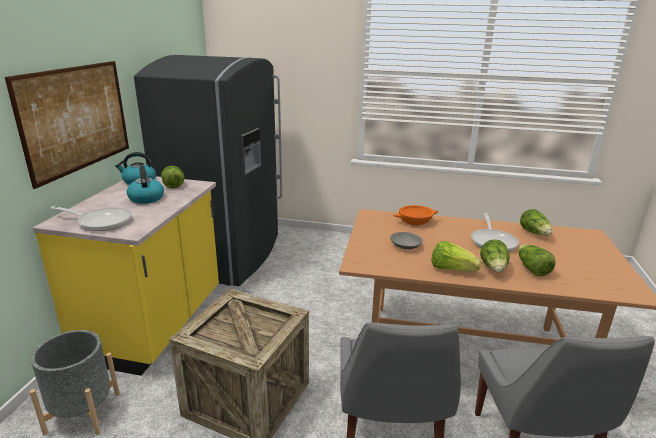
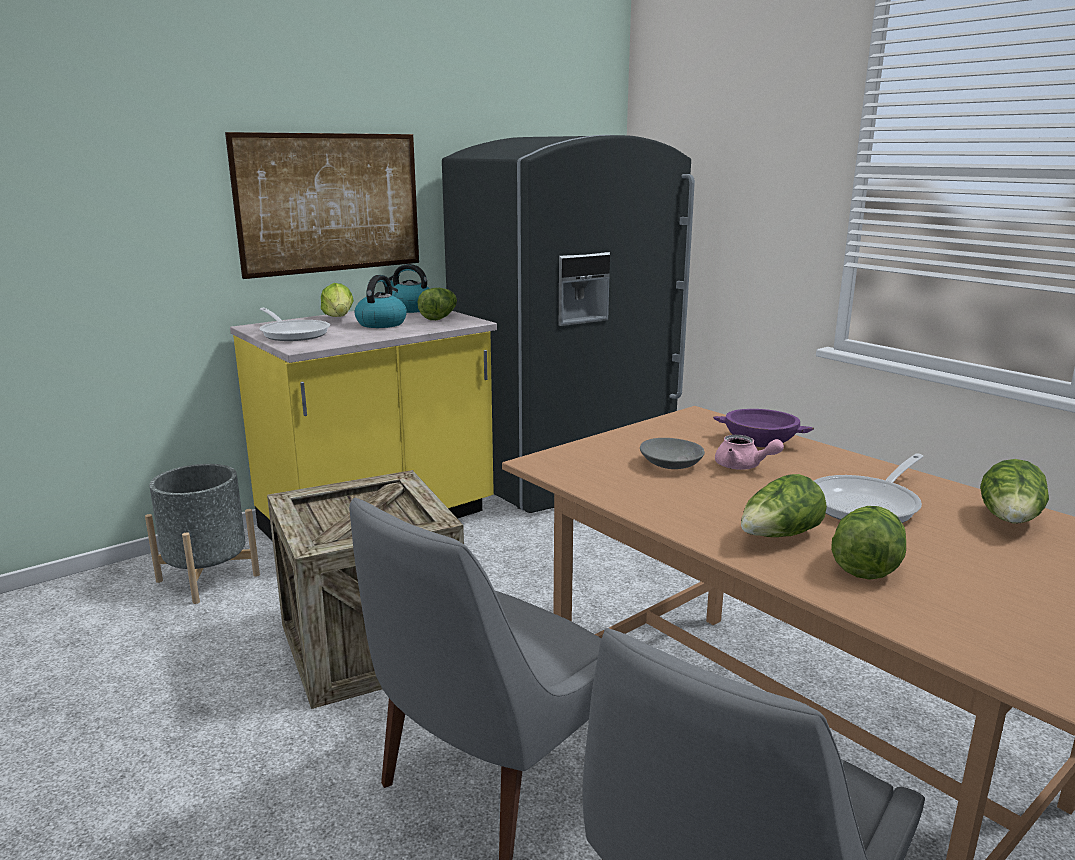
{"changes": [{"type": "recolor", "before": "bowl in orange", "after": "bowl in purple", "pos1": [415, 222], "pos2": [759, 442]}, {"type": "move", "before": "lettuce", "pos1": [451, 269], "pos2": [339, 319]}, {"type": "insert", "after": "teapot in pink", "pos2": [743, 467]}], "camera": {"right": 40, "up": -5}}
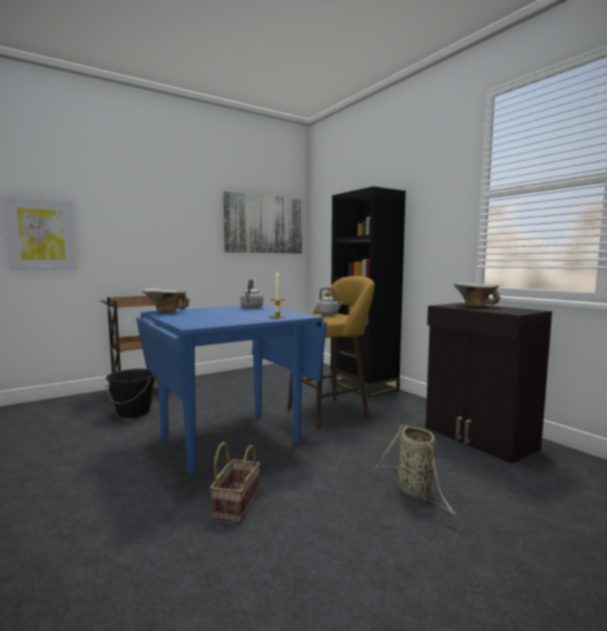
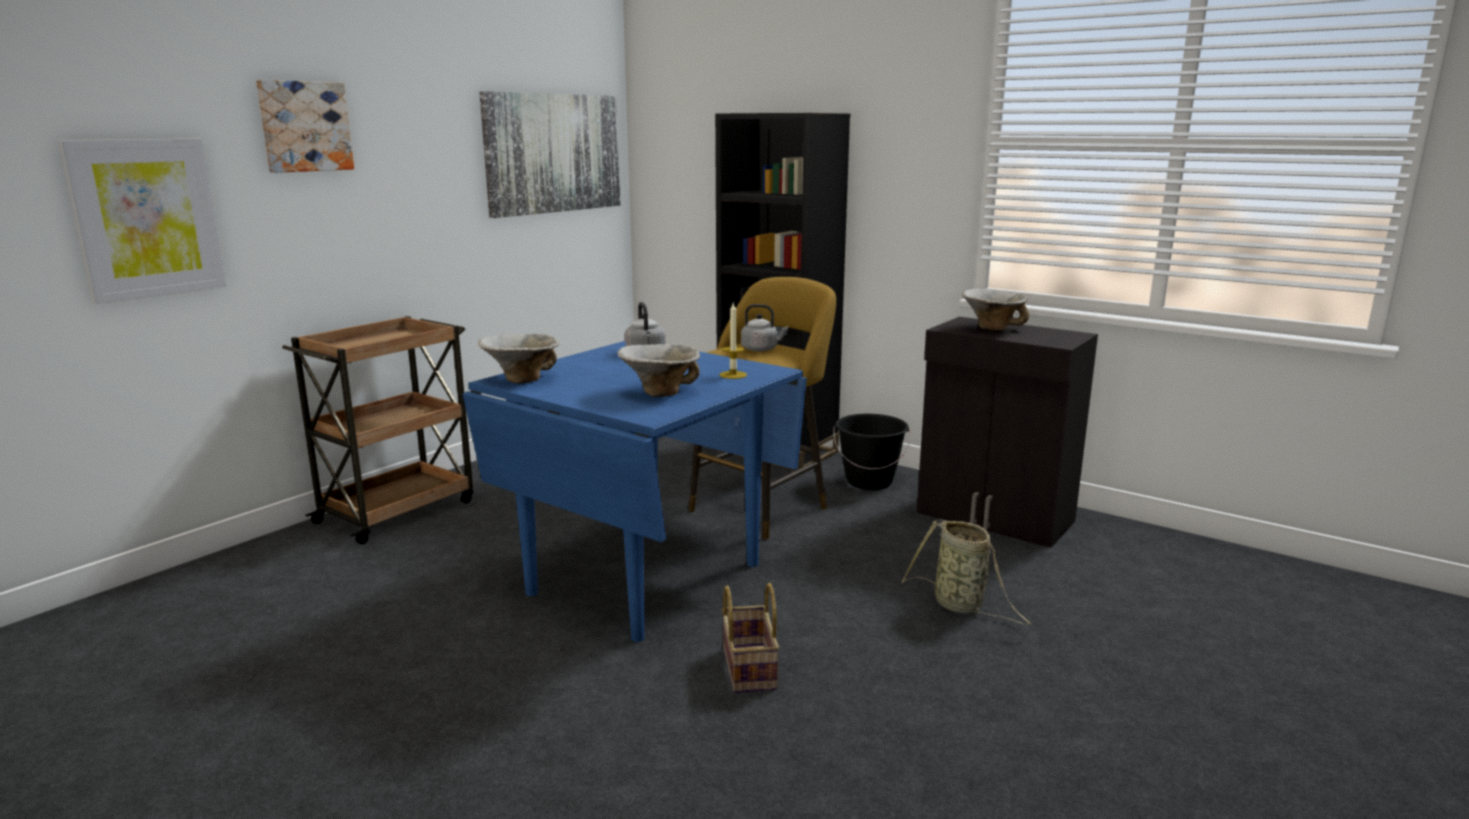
{"changes": [{"type": "move", "before": "bucket in black", "pos1": [134, 412], "pos2": [869, 481]}, {"type": "insert", "after": "picture", "pos2": [304, 126]}, {"type": "insert", "after": "bowl", "pos2": [660, 392]}], "camera": {"right": -20, "up": 10}}
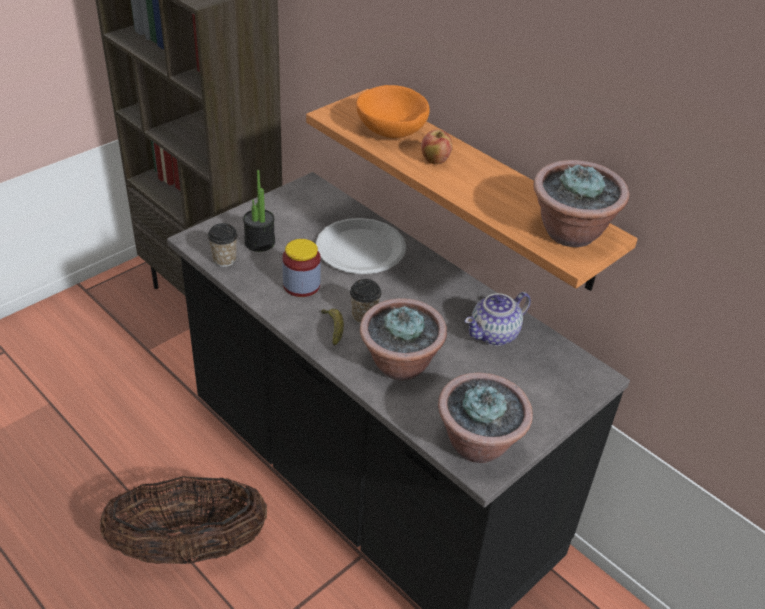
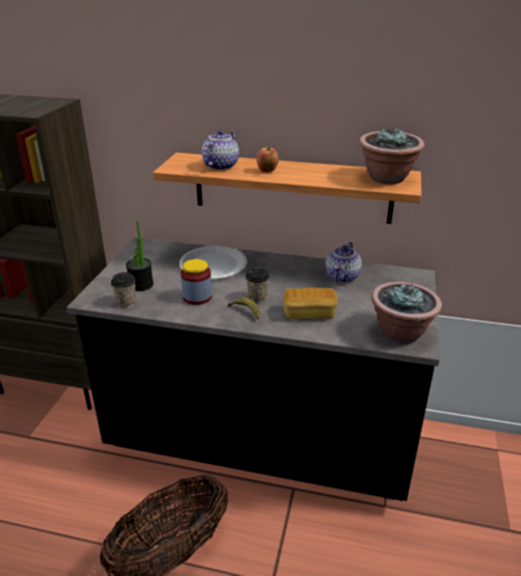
{"changes": [{"type": "replace", "before": "bowl in orange", "after": "teapot", "pos1": [390, 131], "pos2": [220, 166]}, {"type": "replace", "before": "potted plant", "after": "bread", "pos1": [400, 365], "pos2": [309, 313]}], "camera": {"right": -30, "up": -10}}
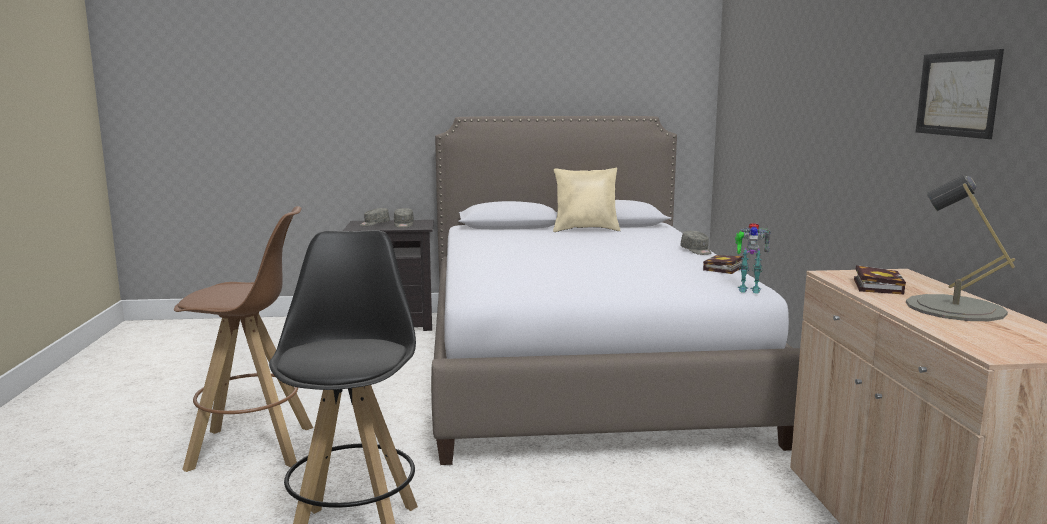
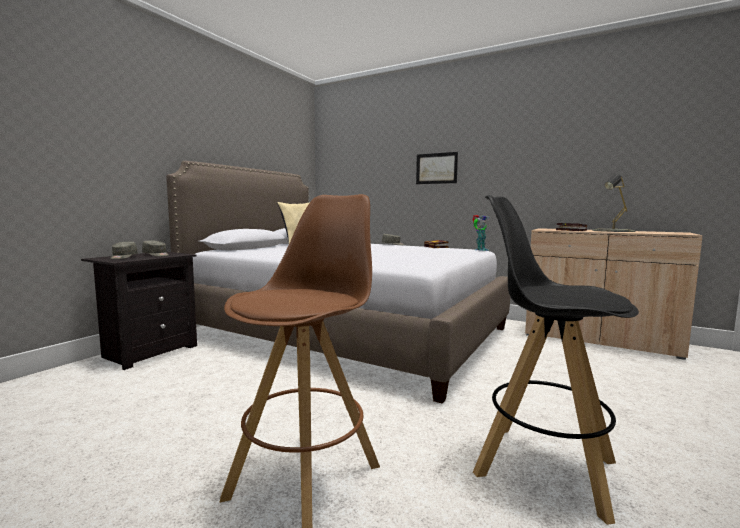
{"changes": [{"type": "move", "before": "picture", "pos1": [957, 94], "pos2": [436, 168]}], "camera": {"right": -55, "up": -5}}
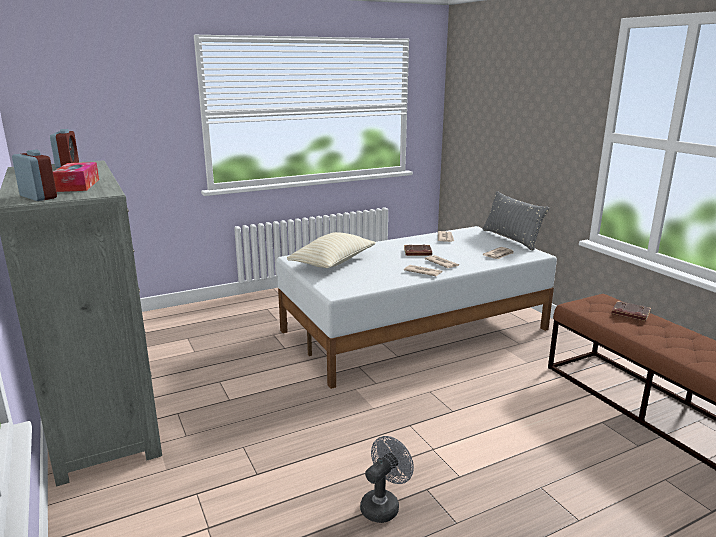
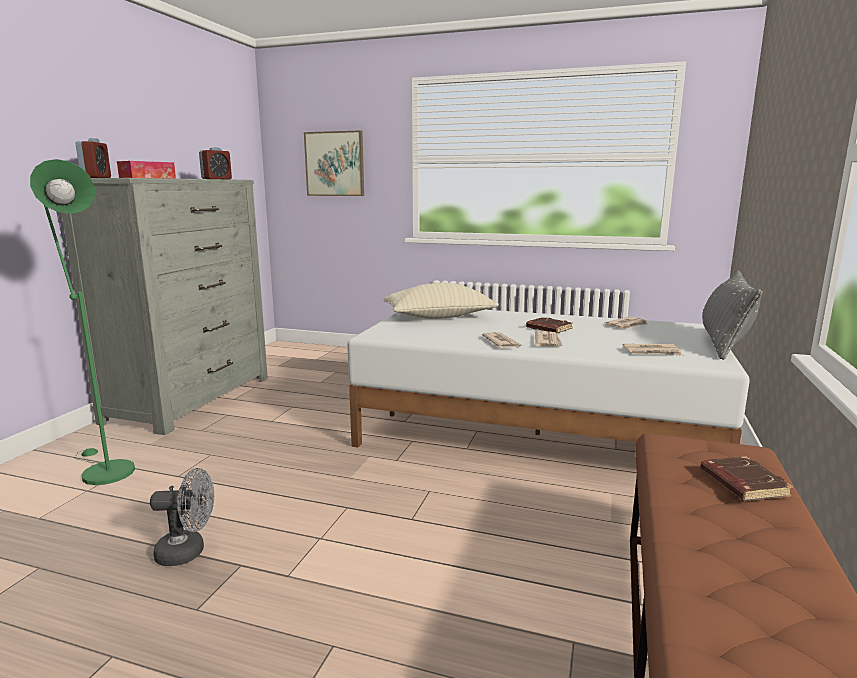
{"changes": [{"type": "insert", "after": "picture", "pos2": [335, 164]}, {"type": "insert", "after": "floor lamp in green", "pos2": [103, 470]}], "camera": {"right": 45, "up": -5}}
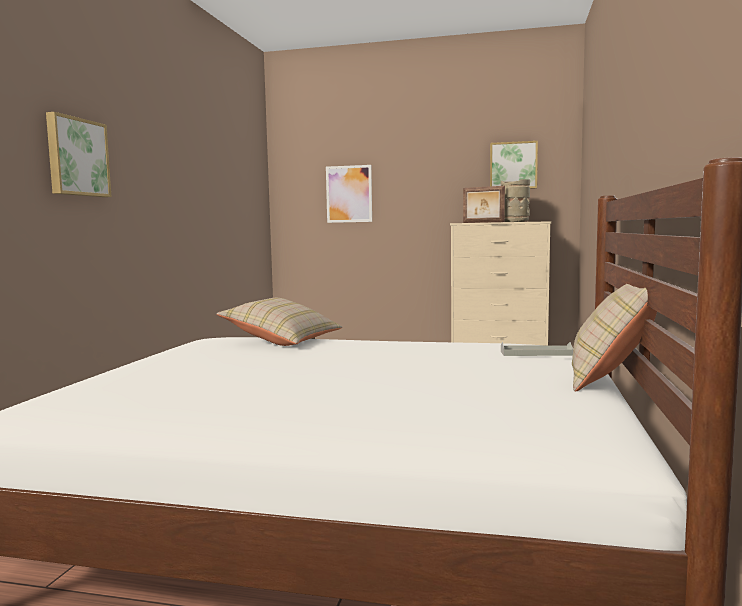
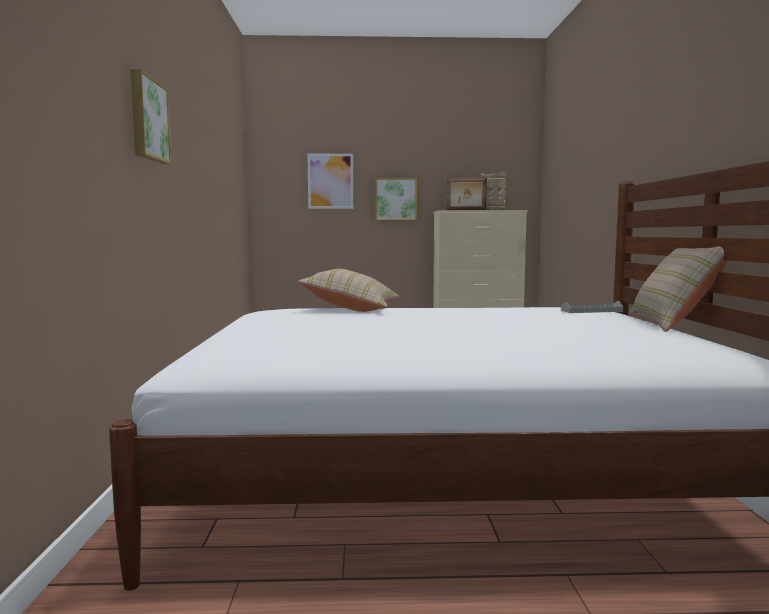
{"changes": [{"type": "move", "before": "picture", "pos1": [513, 165], "pos2": [395, 199]}], "camera": {"right": -15, "up": 0}}
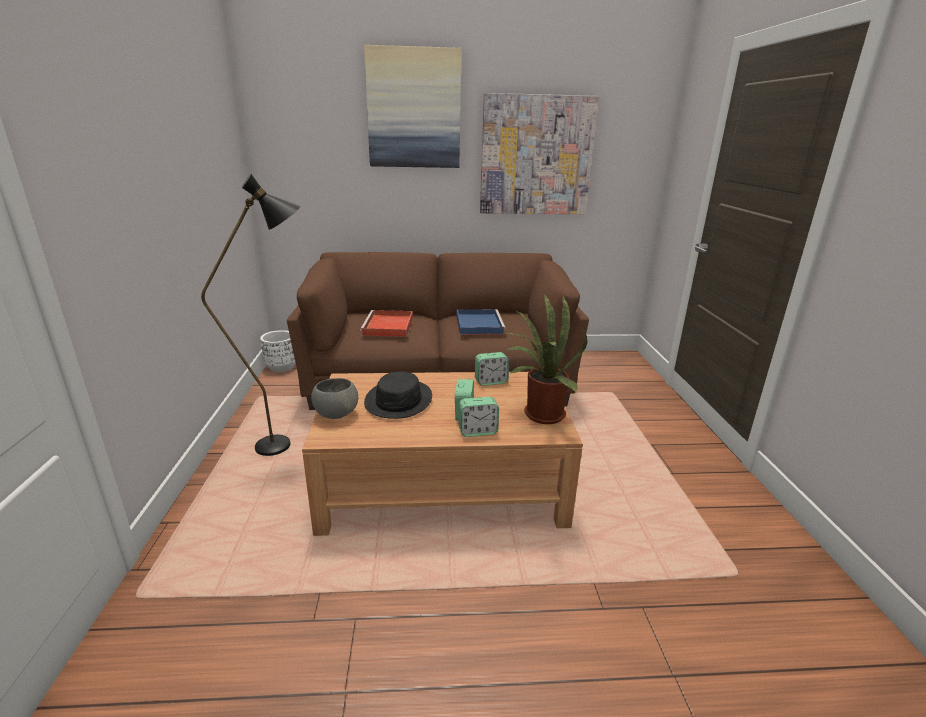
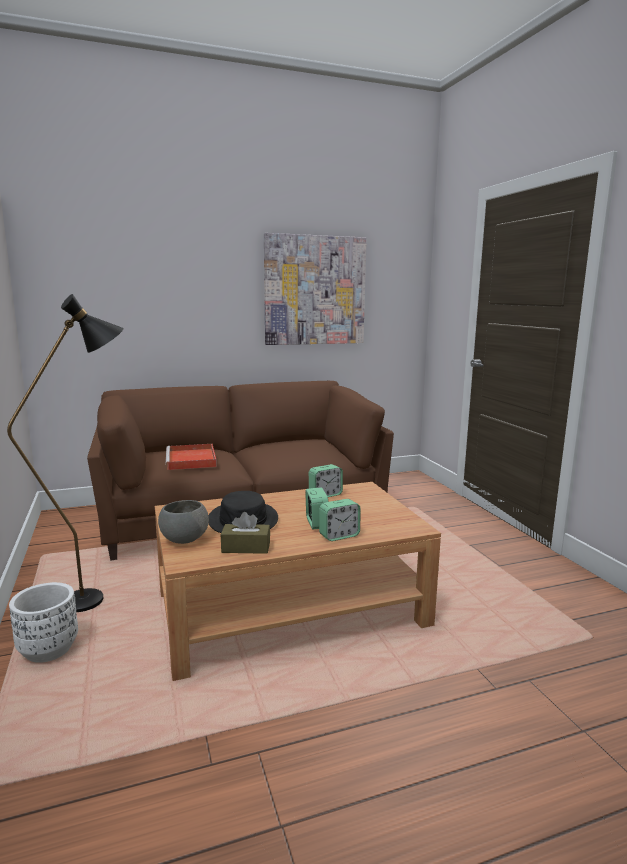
{"changes": [{"type": "delete", "before": "picture", "pos1": [414, 109]}, {"type": "delete", "before": "potted plant", "pos1": [539, 414]}, {"type": "delete", "before": "tray in blue", "pos1": [478, 324]}, {"type": "move", "before": "planter in white", "pos1": [281, 367], "pos2": [49, 650]}, {"type": "insert", "after": "tissue box in brown", "pos2": [246, 547]}], "camera": {"right": -15, "up": -10}}
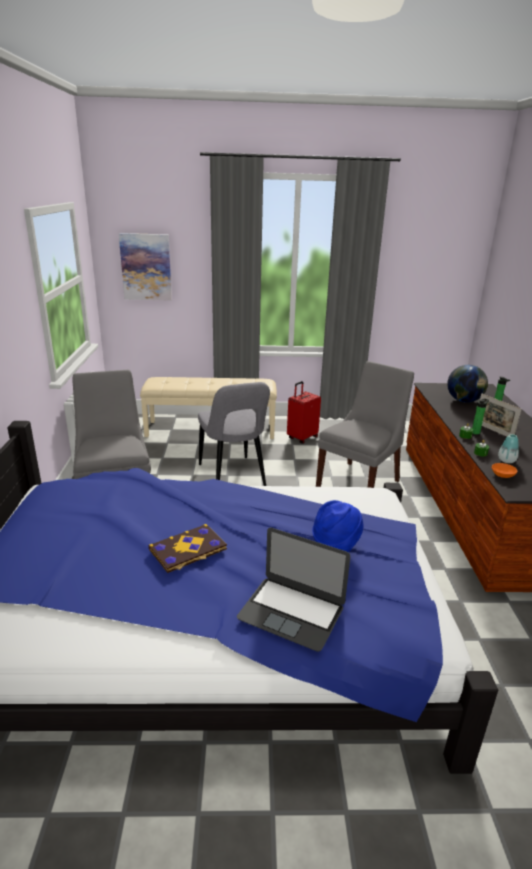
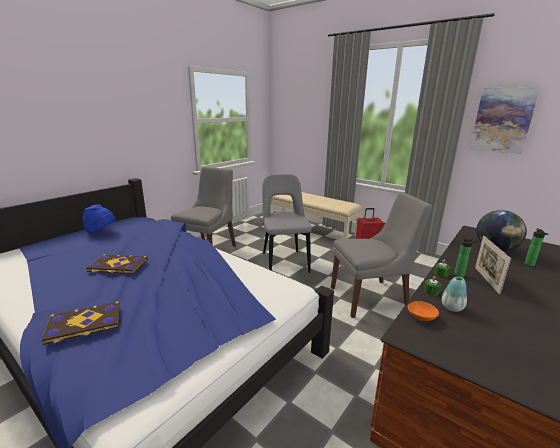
{"changes": [{"type": "move", "before": "picture", "pos1": [146, 267], "pos2": [502, 120]}, {"type": "rotate", "before": "chair in grey", "pos1": [233, 478], "pos2": [284, 261], "turn": 150}, {"type": "move", "before": "hat in blue", "pos1": [336, 545], "pos2": [101, 232]}, {"type": "replace", "before": "laptop", "after": "book", "pos1": [291, 612], "pos2": [84, 324]}], "camera": {"right": 40, "up": -5}}
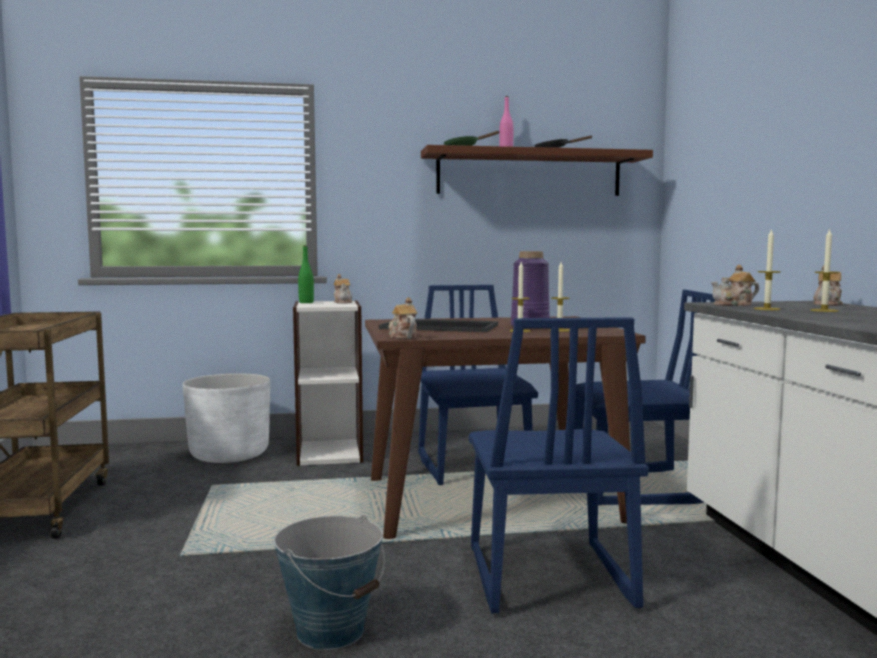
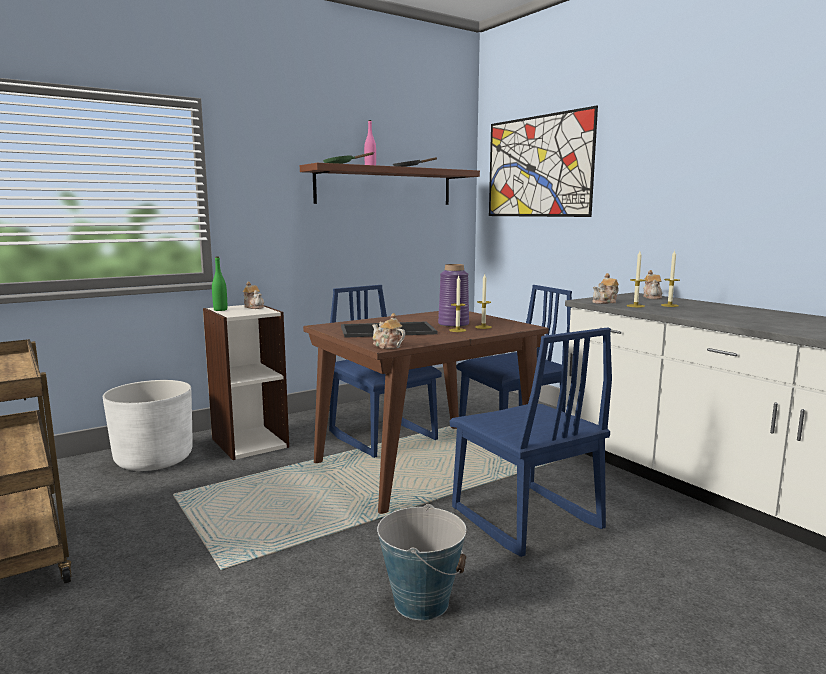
{"changes": [{"type": "insert", "after": "picture", "pos2": [538, 166]}], "camera": {"right": -25, "up": 5}}
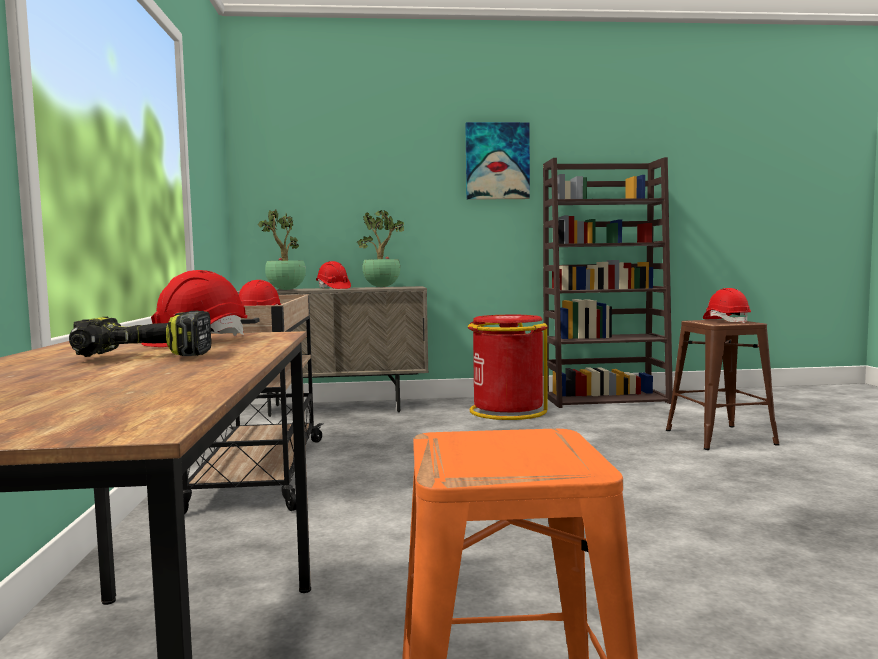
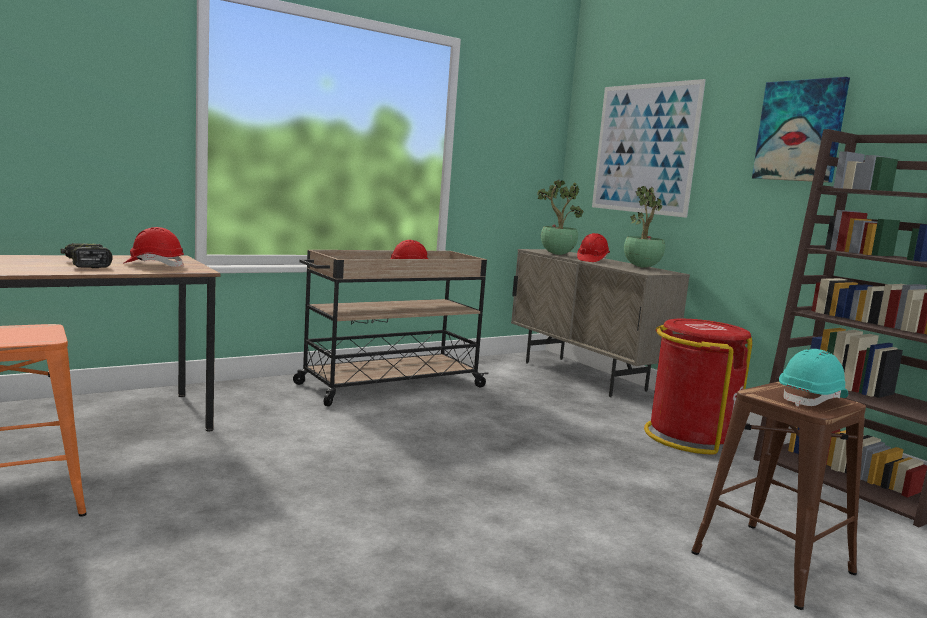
{"changes": [{"type": "recolor", "before": "hard hat in red", "after": "hard hat in turquoise", "pos1": [726, 321], "pos2": [812, 400]}, {"type": "insert", "after": "picture", "pos2": [644, 148]}], "camera": {"right": 60, "up": 5}}
